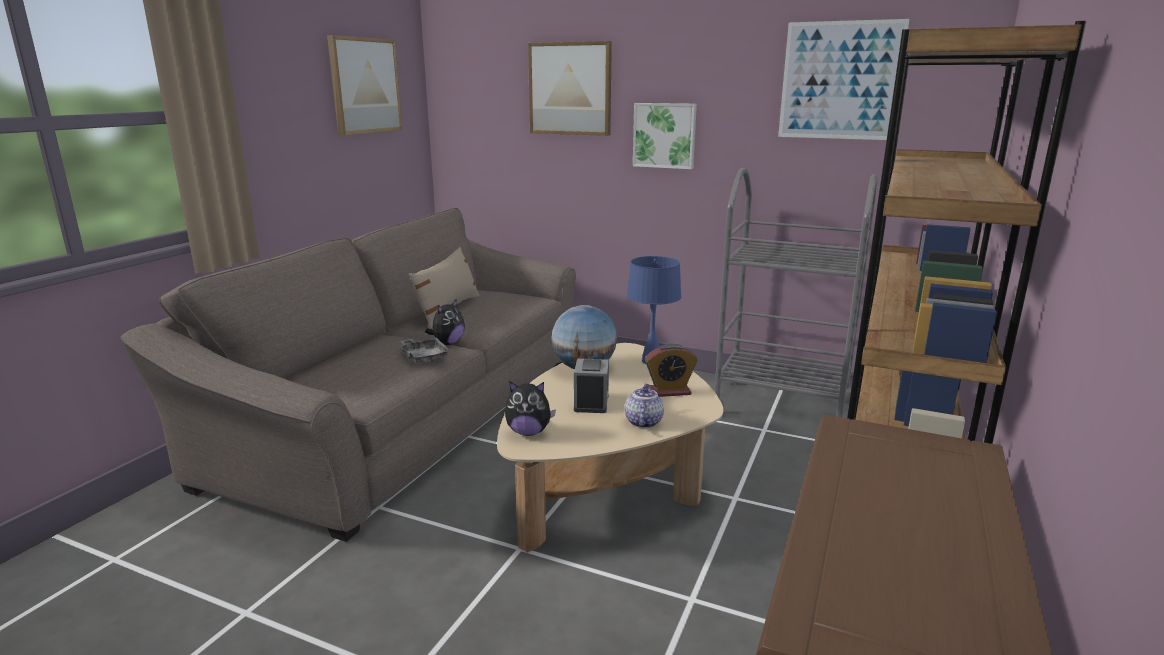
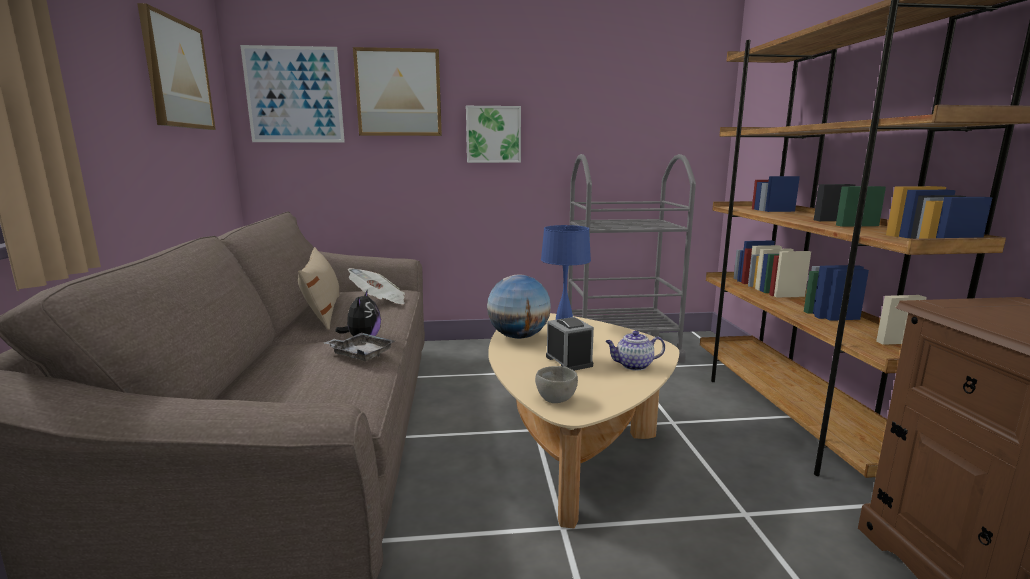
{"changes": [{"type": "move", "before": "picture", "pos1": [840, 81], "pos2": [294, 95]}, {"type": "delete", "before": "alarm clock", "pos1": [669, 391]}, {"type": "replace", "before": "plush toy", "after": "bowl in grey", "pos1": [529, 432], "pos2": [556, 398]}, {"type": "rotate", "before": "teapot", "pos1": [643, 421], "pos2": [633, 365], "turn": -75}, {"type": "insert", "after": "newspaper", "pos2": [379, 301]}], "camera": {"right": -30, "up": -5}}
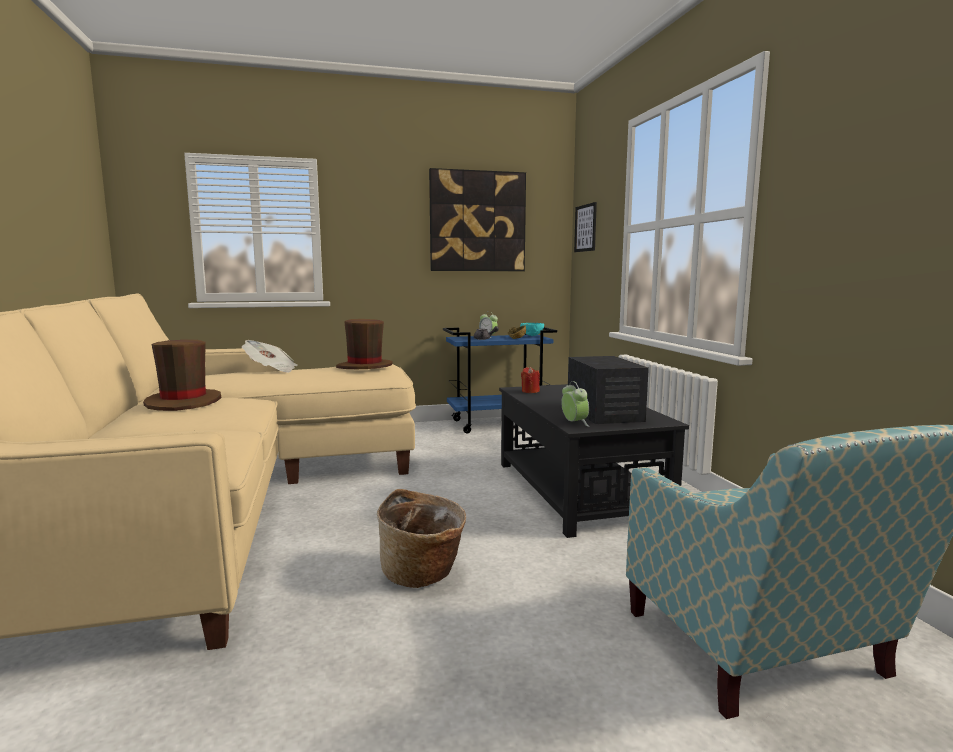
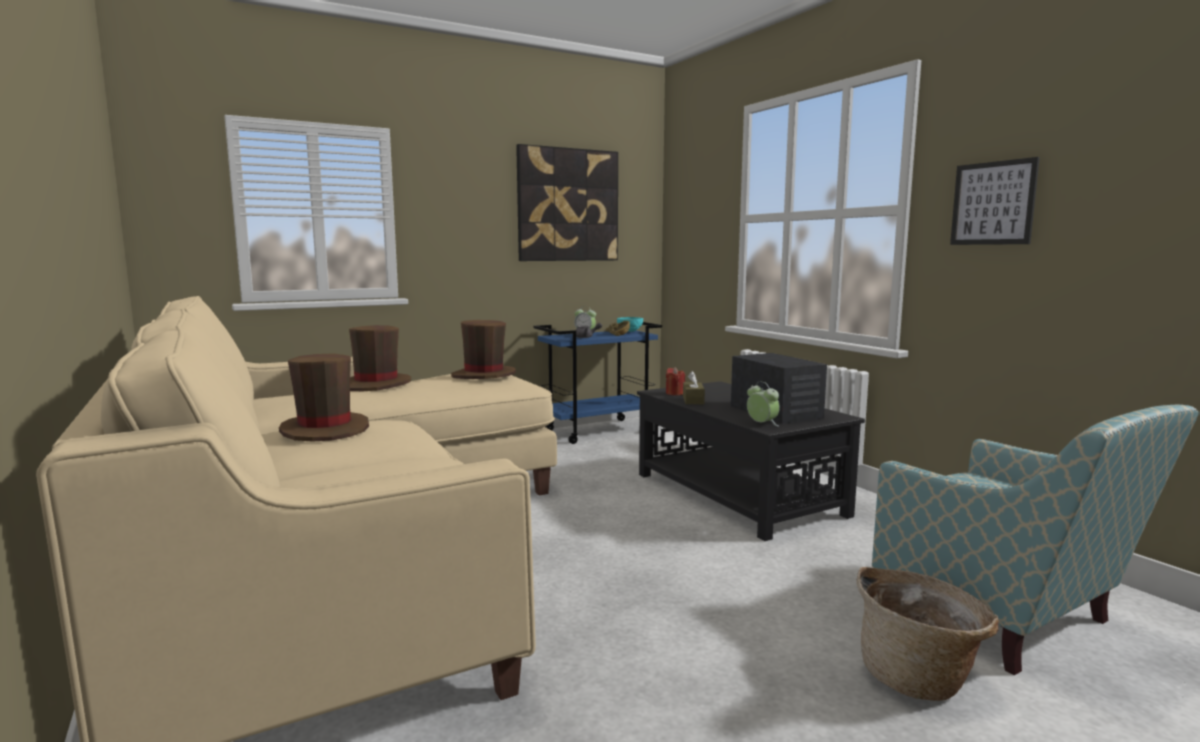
{"changes": [{"type": "move", "before": "picture", "pos1": [585, 228], "pos2": [993, 203]}, {"type": "replace", "before": "newspaper", "after": "hat in brown", "pos1": [271, 370], "pos2": [376, 384]}, {"type": "move", "before": "basket", "pos1": [423, 574], "pos2": [918, 677]}, {"type": "insert", "after": "tissue box in brown", "pos2": [693, 400]}], "camera": {"right": -15, "up": 0}}
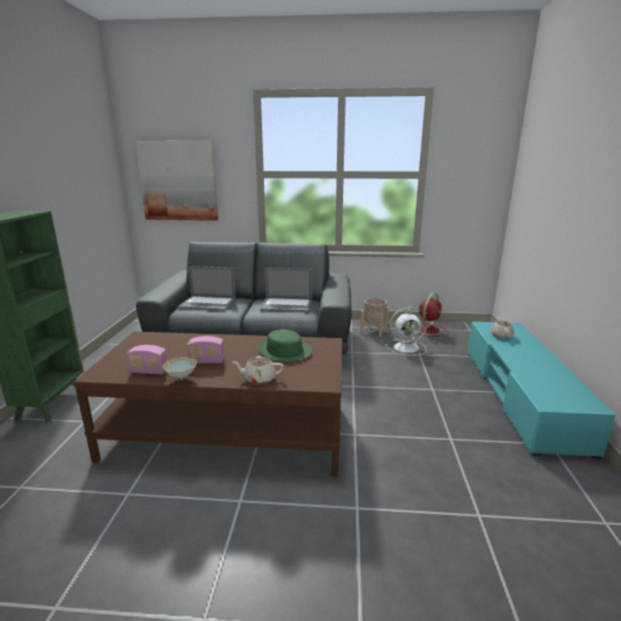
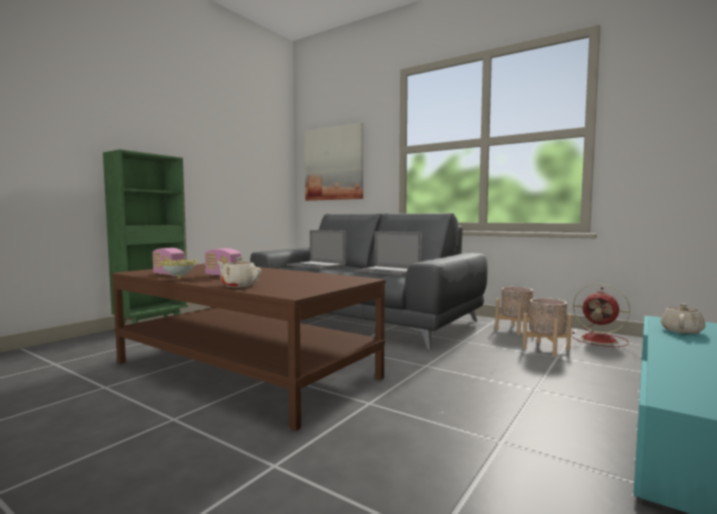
{"changes": [{"type": "rotate", "before": "fan in red", "pos1": [429, 330], "pos2": [600, 340], "turn": 60}, {"type": "replace", "before": "fan in white", "after": "planter in beige", "pos1": [407, 347], "pos2": [545, 349]}, {"type": "delete", "before": "hat in green", "pos1": [284, 350]}], "camera": {"right": 30, "up": -15}}
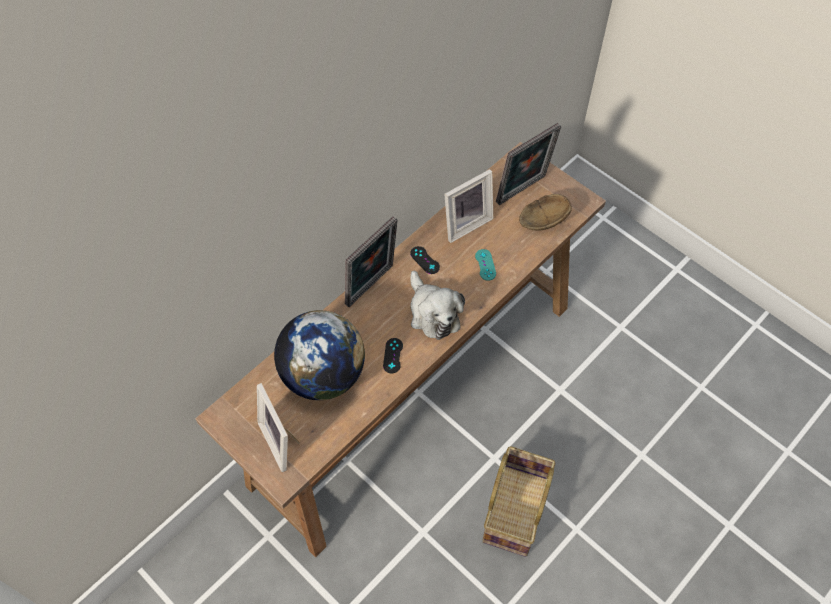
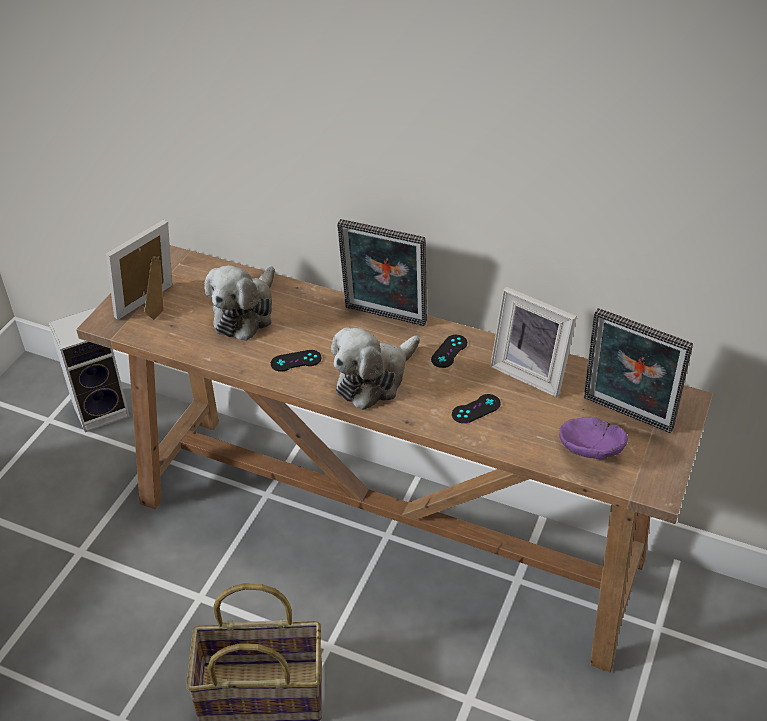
{"changes": [{"type": "recolor", "before": "bowl in brown", "after": "bowl in purple", "pos1": [542, 220], "pos2": [589, 449]}, {"type": "recolor", "before": "game controller in turquoise", "after": "game controller in black", "pos1": [485, 265], "pos2": [476, 409]}, {"type": "replace", "before": "globe", "after": "plush toy", "pos1": [323, 375], "pos2": [245, 313]}, {"type": "insert", "after": "speaker", "pos2": [103, 409]}], "camera": {"right": 70, "up": -15}}
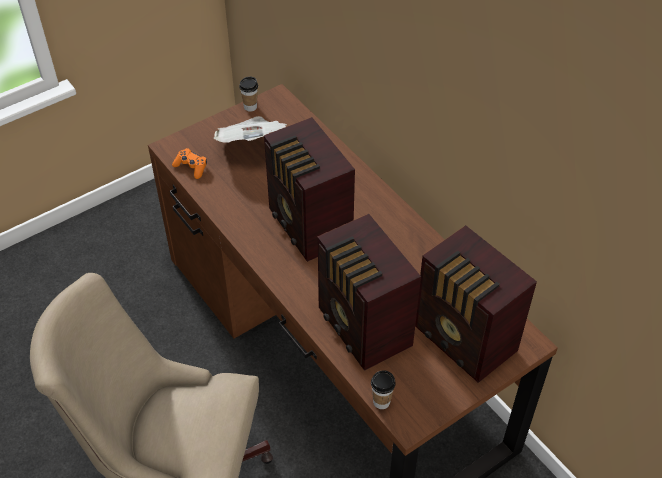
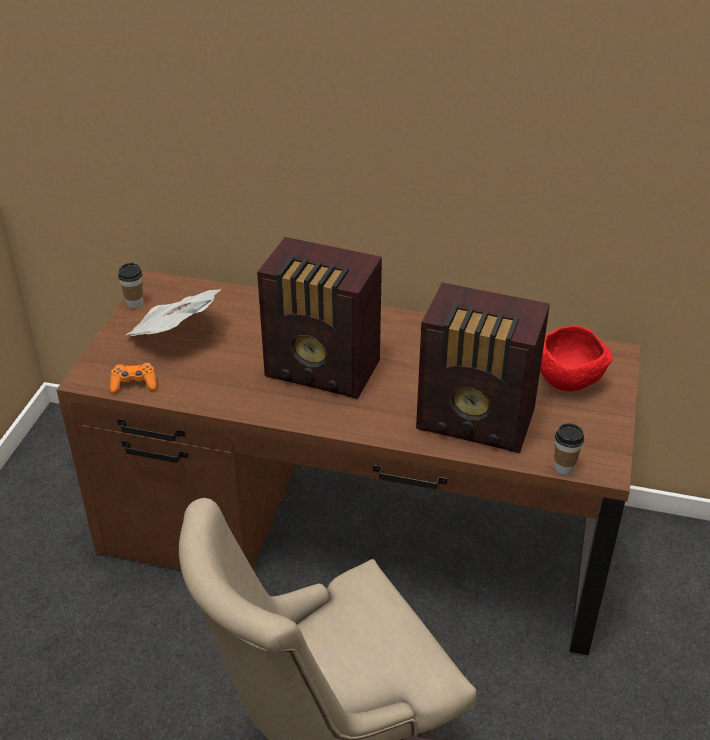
{"changes": [{"type": "replace", "before": "radio", "after": "bowl in red", "pos1": [465, 341], "pos2": [569, 381]}], "camera": {"right": -40, "up": -10}}
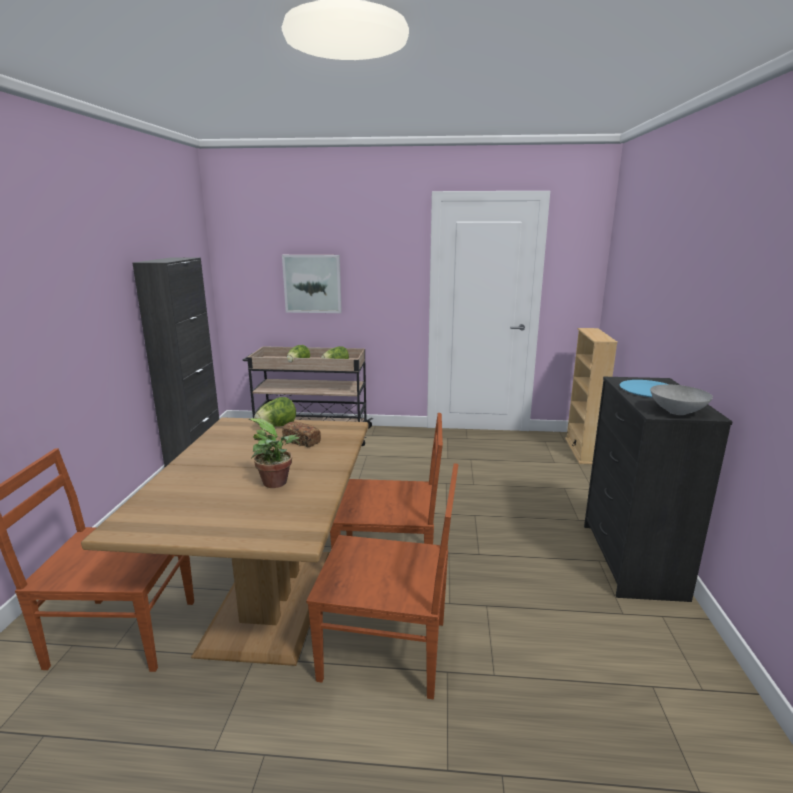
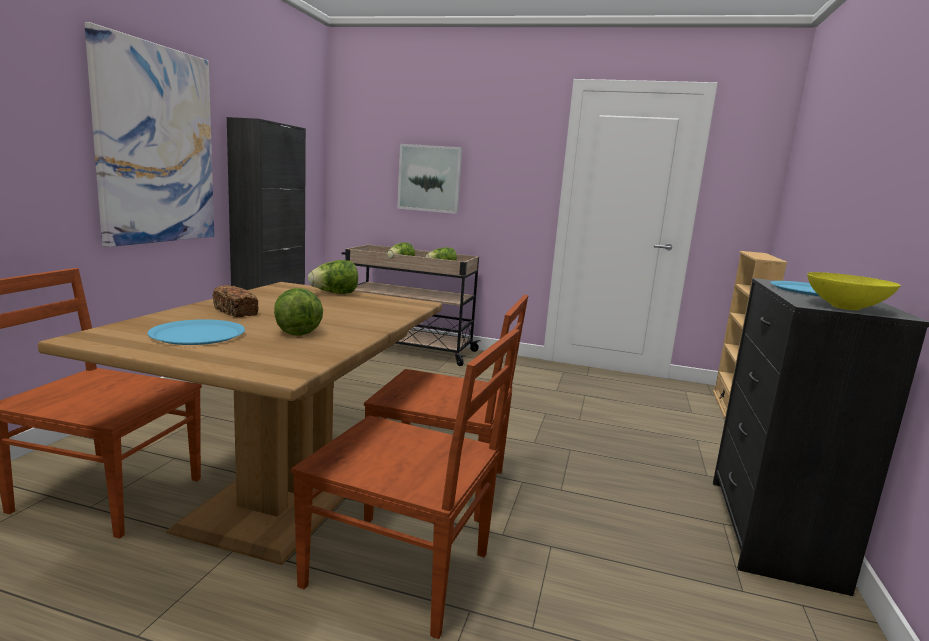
{"changes": [{"type": "recolor", "before": "bowl in grey", "after": "bowl in yellow", "pos1": [677, 412], "pos2": [845, 307]}, {"type": "replace", "before": "potted plant", "after": "lettuce", "pos1": [278, 483], "pos2": [296, 330]}, {"type": "move", "before": "bread", "pos1": [302, 441], "pos2": [235, 312]}, {"type": "insert", "after": "picture", "pos2": [156, 145]}, {"type": "insert", "after": "plate in blue", "pos2": [197, 334]}], "camera": {"right": 10, "up": -5}}
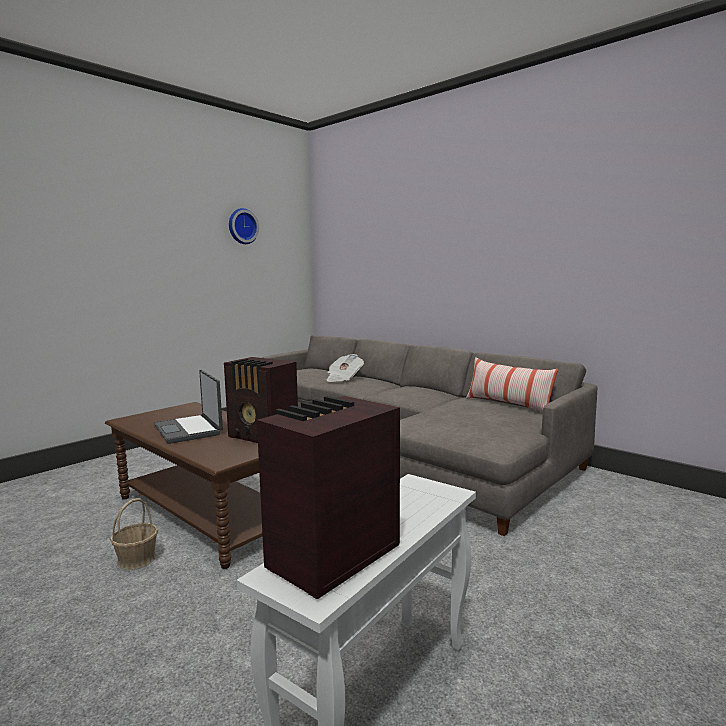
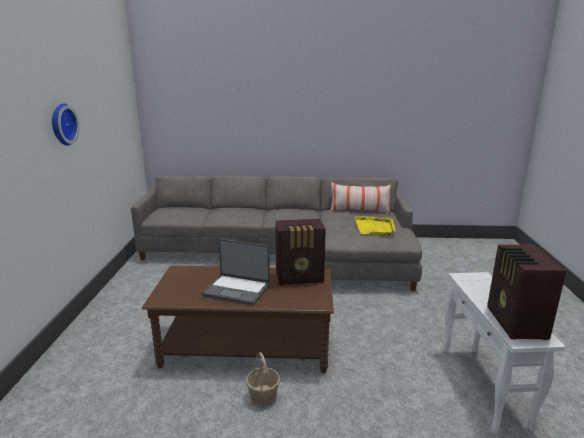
{"changes": [{"type": "move", "before": "wall clock", "pos1": [242, 226], "pos2": [62, 124]}, {"type": "delete", "before": "newspaper", "pos1": [343, 378]}, {"type": "insert", "after": "tray in yellow", "pos2": [375, 227]}], "camera": {"right": -40, "up": 10}}
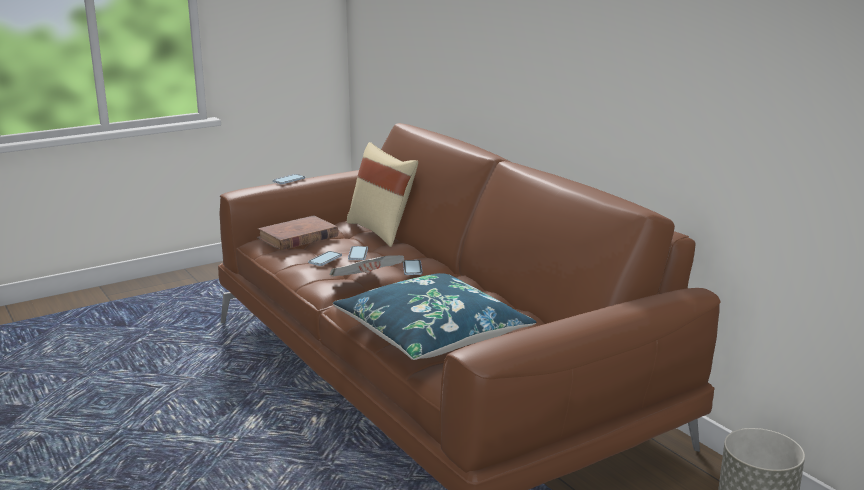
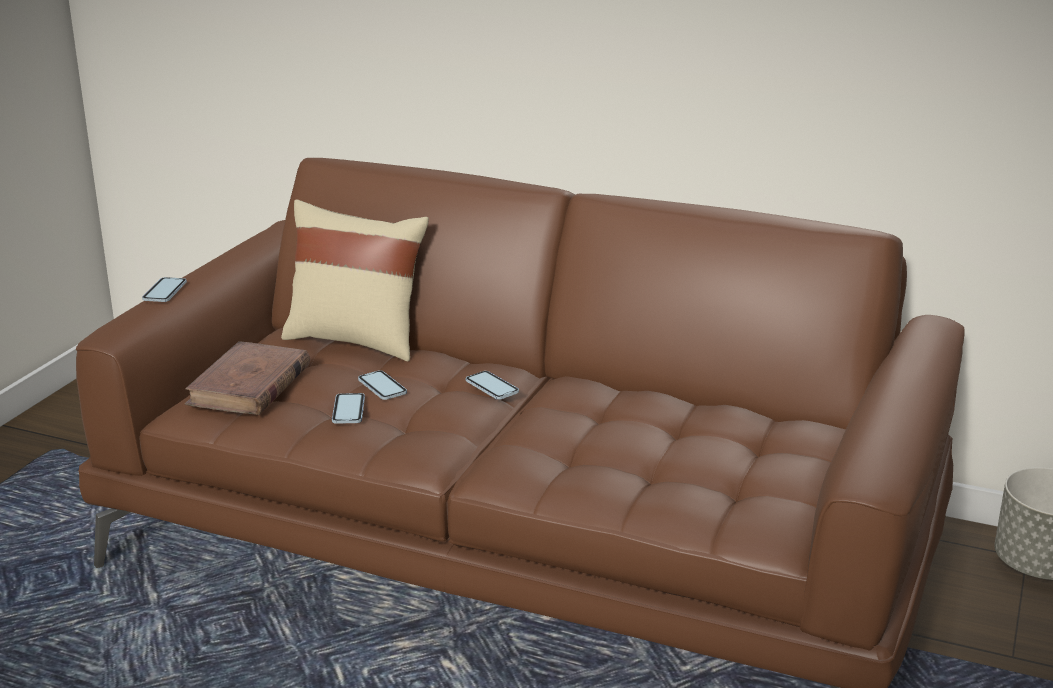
{"changes": [{"type": "delete", "before": "newspaper", "pos1": [367, 286]}, {"type": "delete", "before": "pillow in blue", "pos1": [432, 334]}], "camera": {"right": -35, "up": 5}}
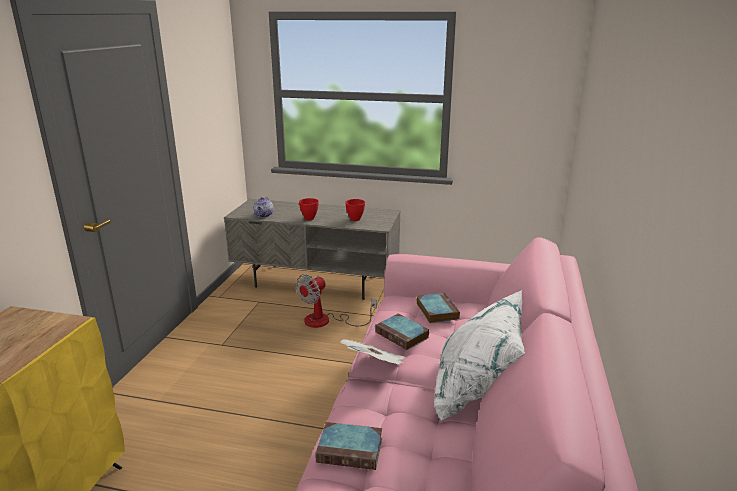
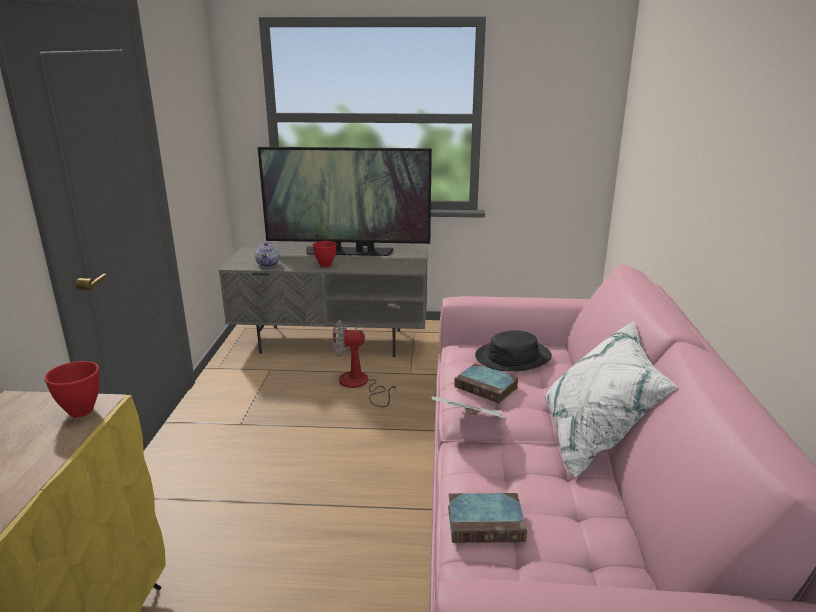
{"changes": [{"type": "move", "before": "bowl in red", "pos1": [354, 219], "pos2": [79, 412]}, {"type": "rotate", "before": "fan", "pos1": [326, 321], "pos2": [359, 385], "turn": 60}, {"type": "replace", "before": "book", "after": "hat in black", "pos1": [436, 310], "pos2": [512, 357]}, {"type": "insert", "after": "television", "pos2": [348, 252]}], "camera": {"right": -10, "up": 0}}
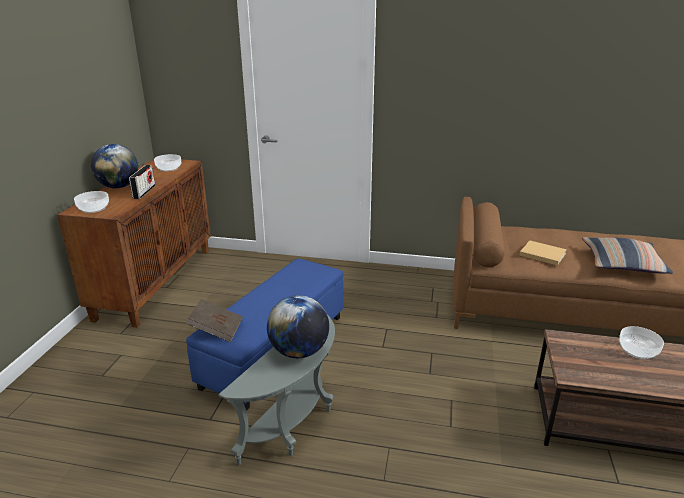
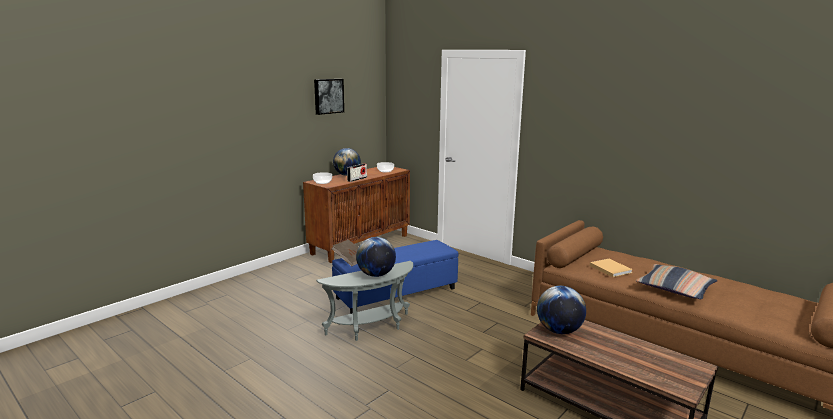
{"changes": [{"type": "delete", "before": "bowl", "pos1": [638, 350]}, {"type": "insert", "after": "picture", "pos2": [328, 96]}, {"type": "insert", "after": "globe", "pos2": [559, 331]}], "camera": {"right": 30, "up": -10}}
